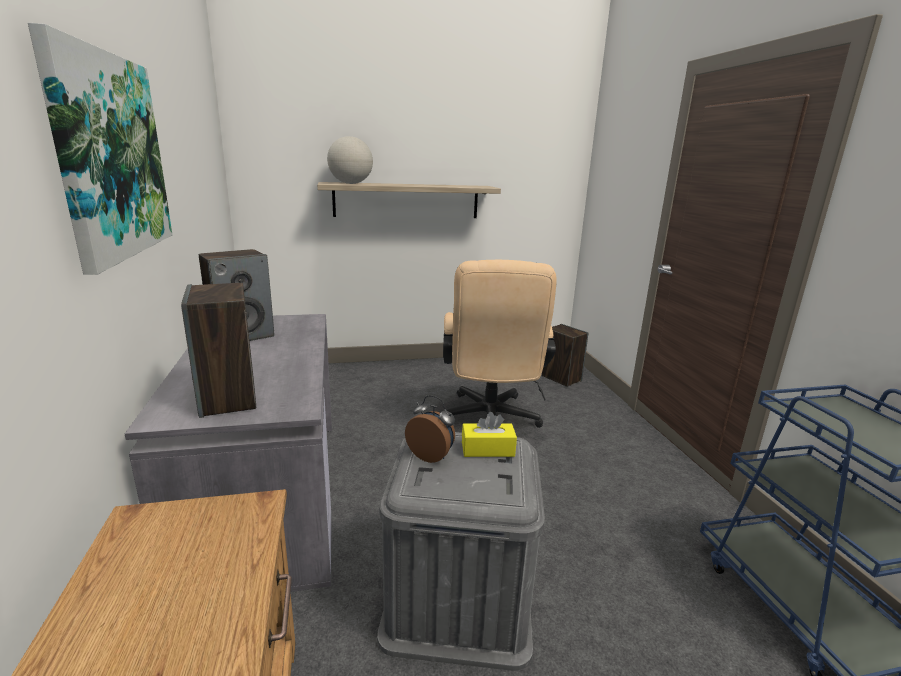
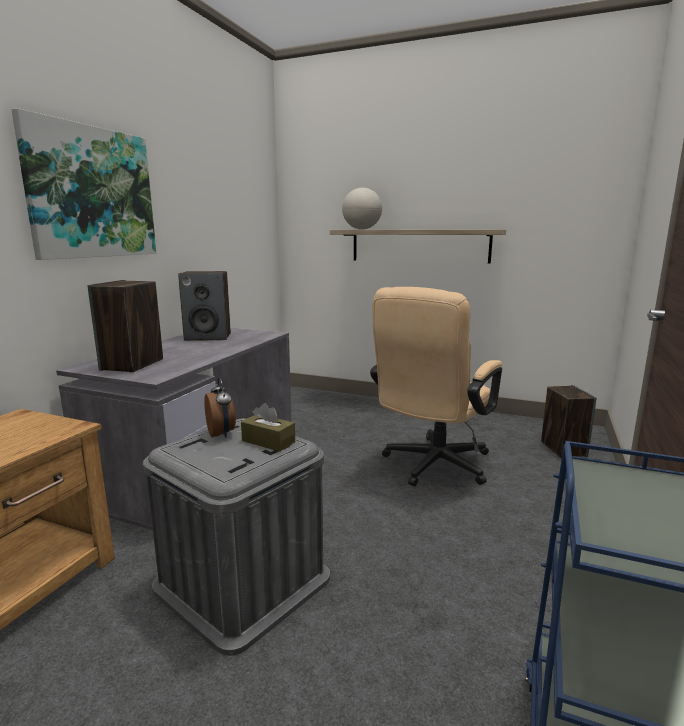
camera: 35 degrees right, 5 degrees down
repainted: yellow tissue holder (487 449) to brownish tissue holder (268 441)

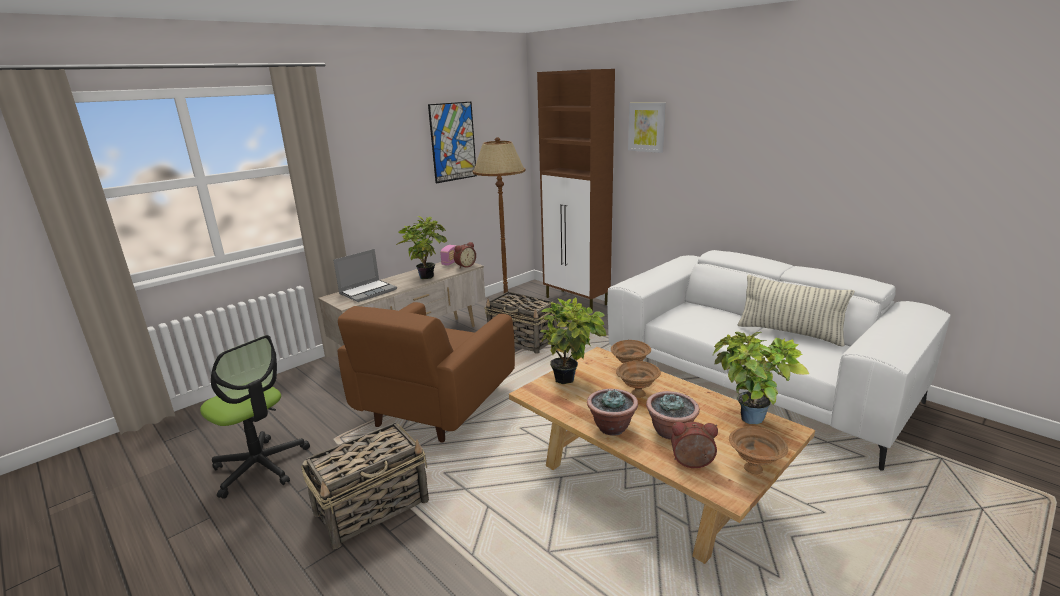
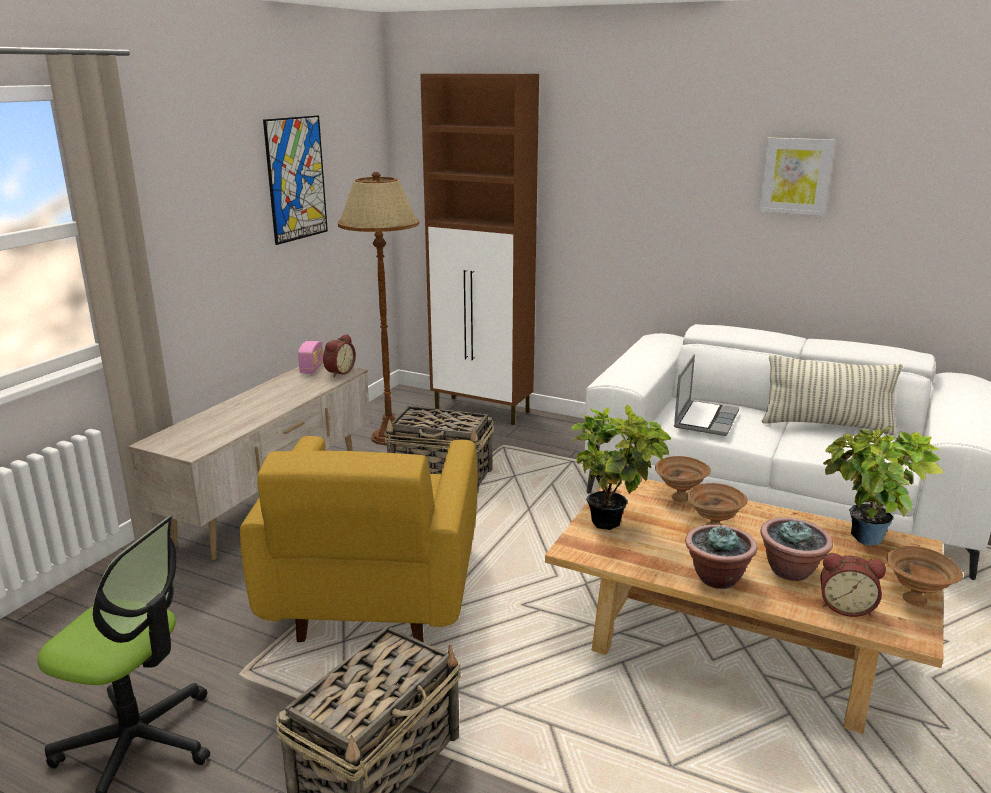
camera: 20 degrees left, 0 degrees up
gone: plant in a pot (426 276)
shifted: laptop (368 291) to (705 419); picture (647 127) to (796 176)
repainted: brownish lounge chair (435 407) to yellow lounge chair (374 596)
rotated: table clock (692 463) = (845 606) 150 degrees counterclockwise

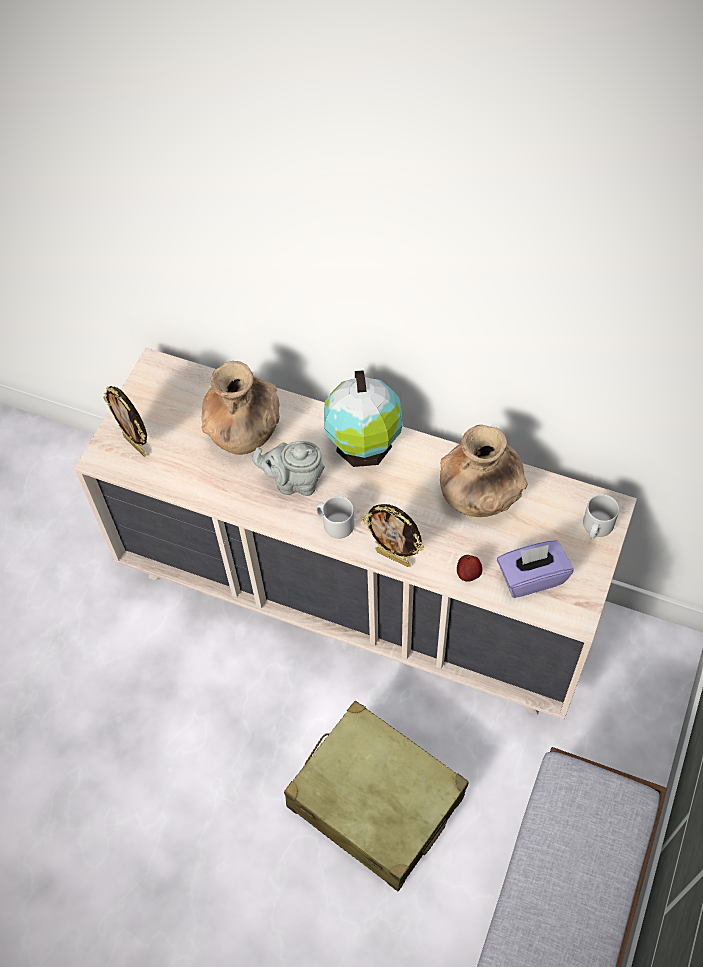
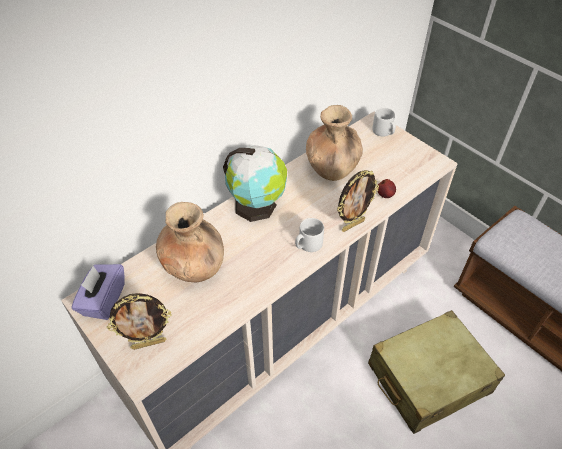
camera: 65 degrees left, 10 degrees down
gone: grey pot for tea (294 482)
shifted: purplish tissue holder (531 577) to (103 300)

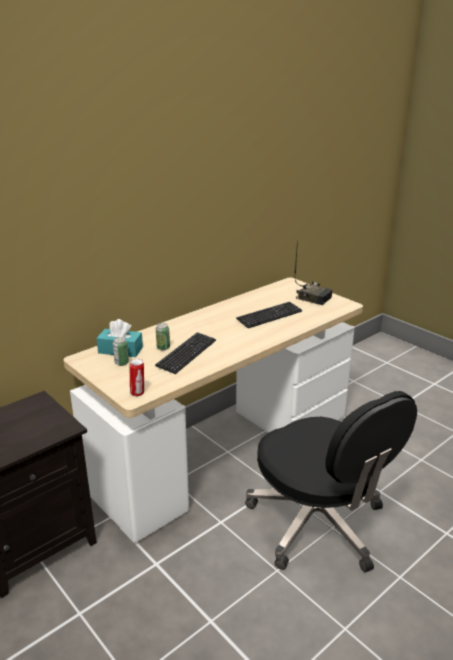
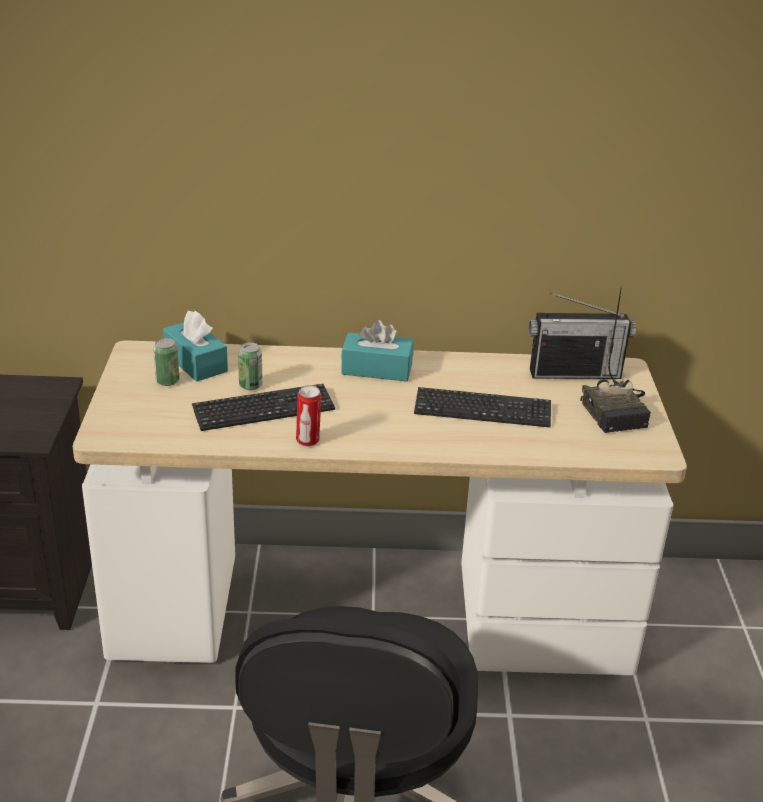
camera: 40 degrees right, 5 degrees up
new: turquoise-coloured tissue holder (377 369); radio receiver (574 373)
shifted: metal can (138 393) to (308 441)

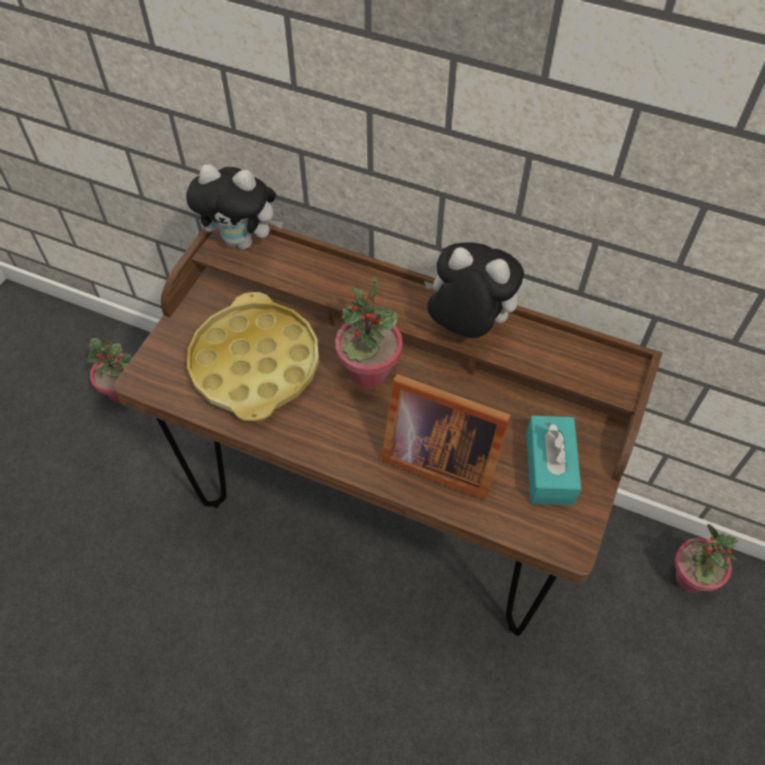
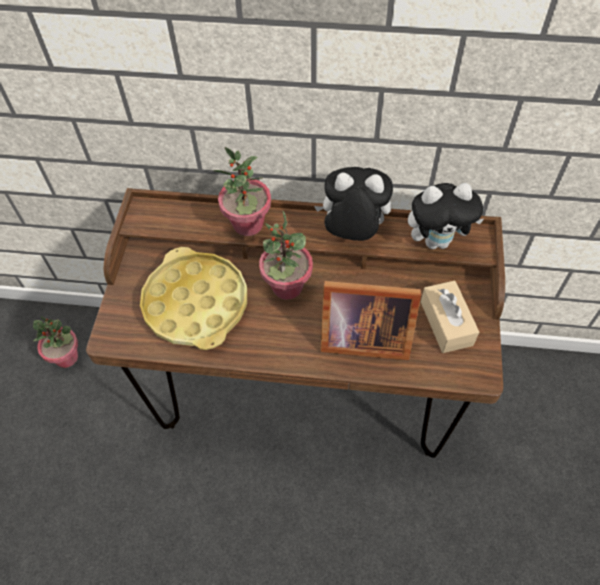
camera: 15 degrees left, 0 degrees up
shifted: soft toy (243 240) to (437 241); plant in a pot (691 578) to (248 224)
repainted: turquoise-coloured tissue holder (549 468) to beige tissue holder (446 323)

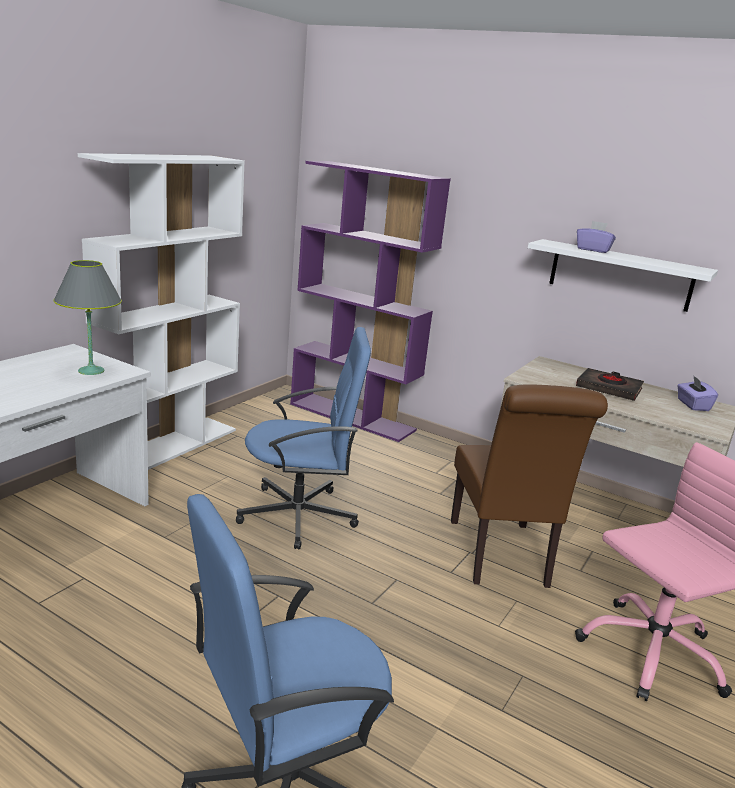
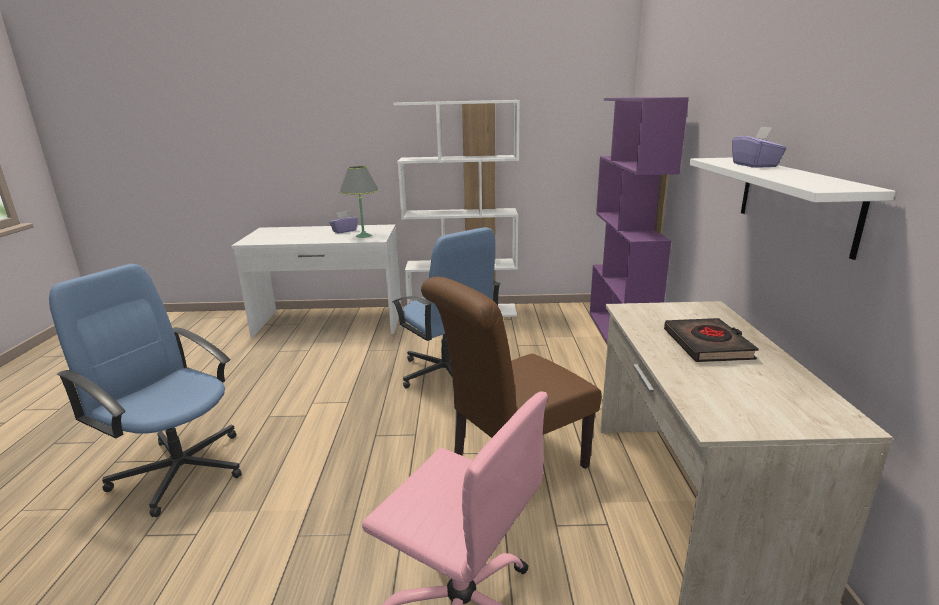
camera: 60 degrees right, 0 degrees up
shifted: purplish tissue holder (692 405) to (344 231)

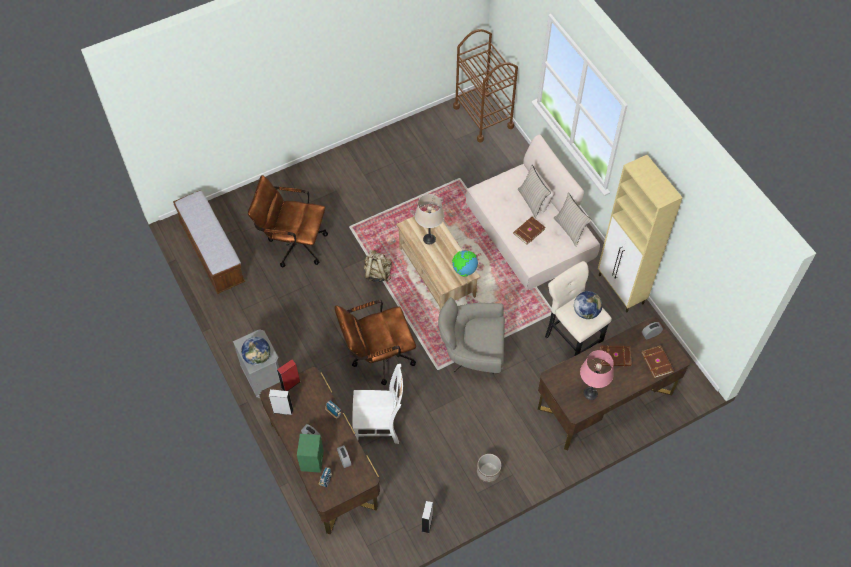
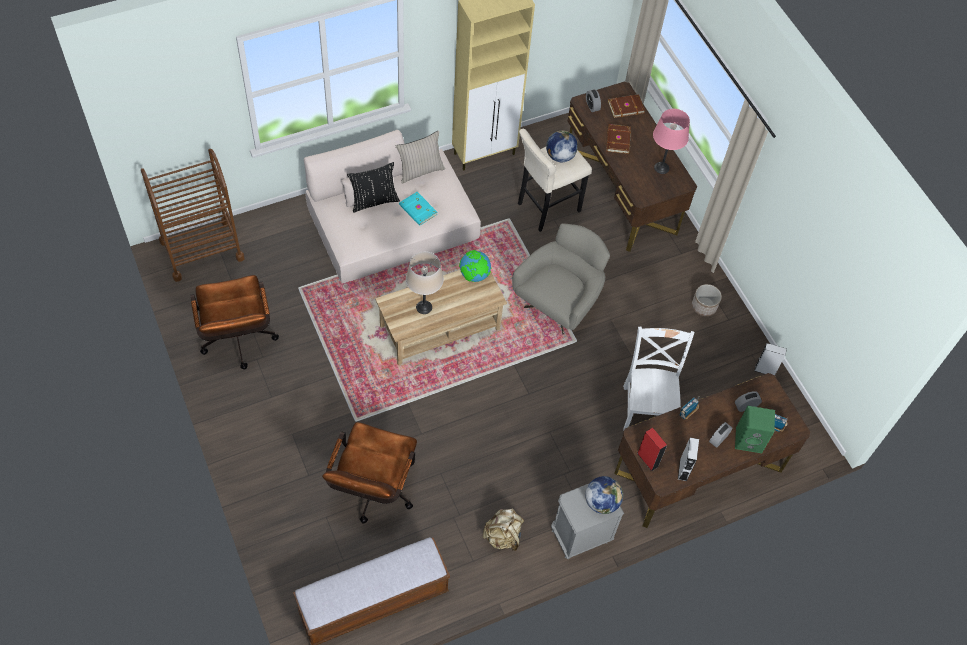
camera: 90 degrees left, 0 degrees up
shifted: brownish computer chair (377 357) to (239 343); beige backpack (377 273) to (503 536)
repainted: brownish volume (528 231) to turquoise-coloured volume (417 210); beige throw pillow (532 201) to blackish throw pillow (374 201)
rotated: grey lounge chair (472 354) = (558 304) 150 degrees counterclockwise

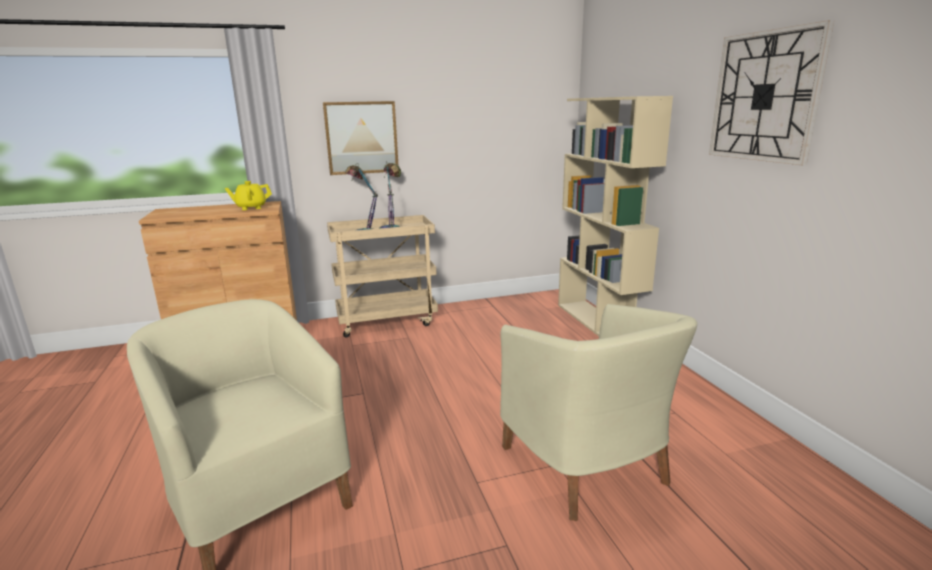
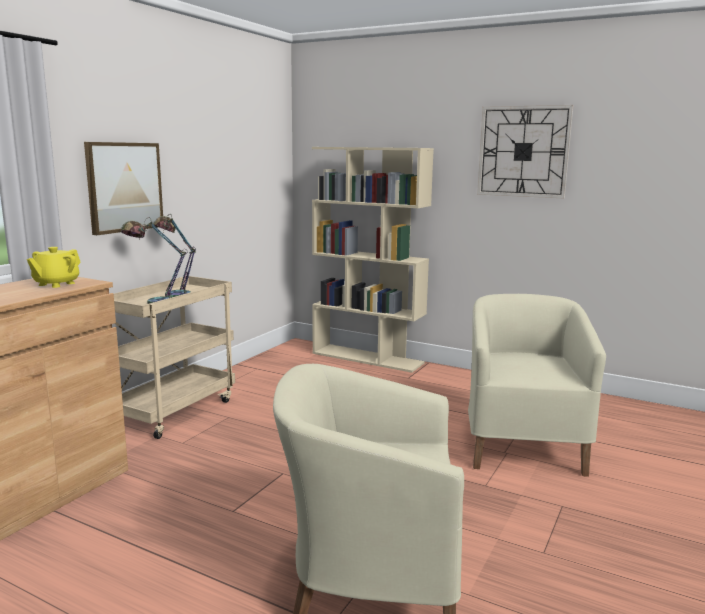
camera: 45 degrees left, 5 degrees down
rotated: beige lounge chair (587 466) = (522 446) 105 degrees counterclockwise

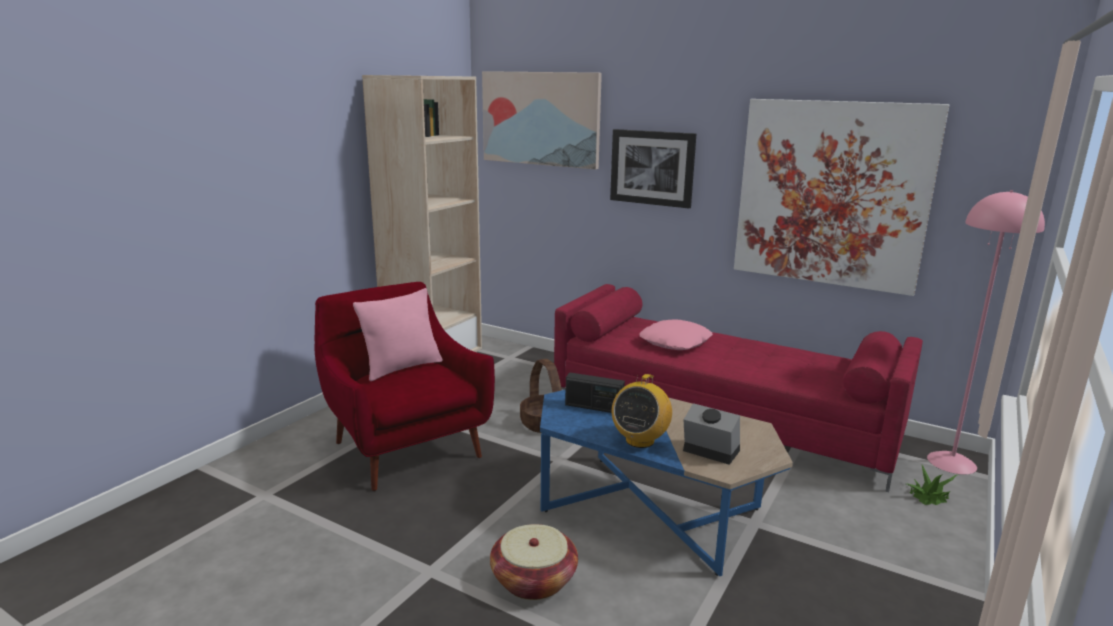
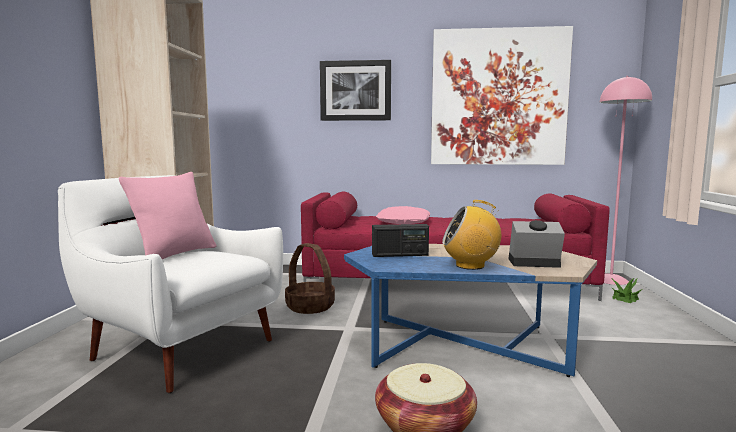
camera: 25 degrees left, 10 degrees down
gone: picture (541 118)
repainted: reddish lounge chair (405 446) to white lounge chair (179 348)
rotated: radio receiver (640 440) = (470 266) 90 degrees clockwise

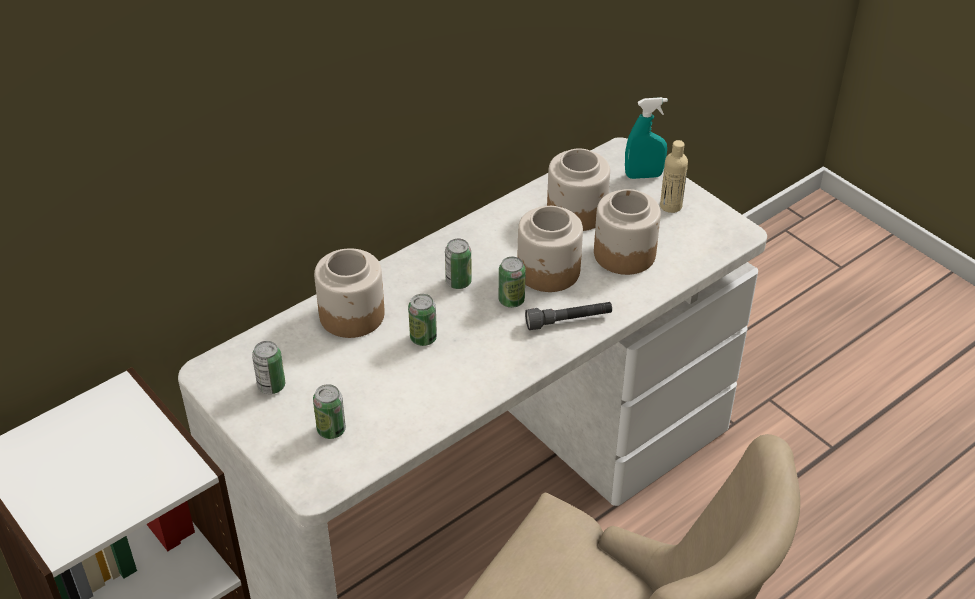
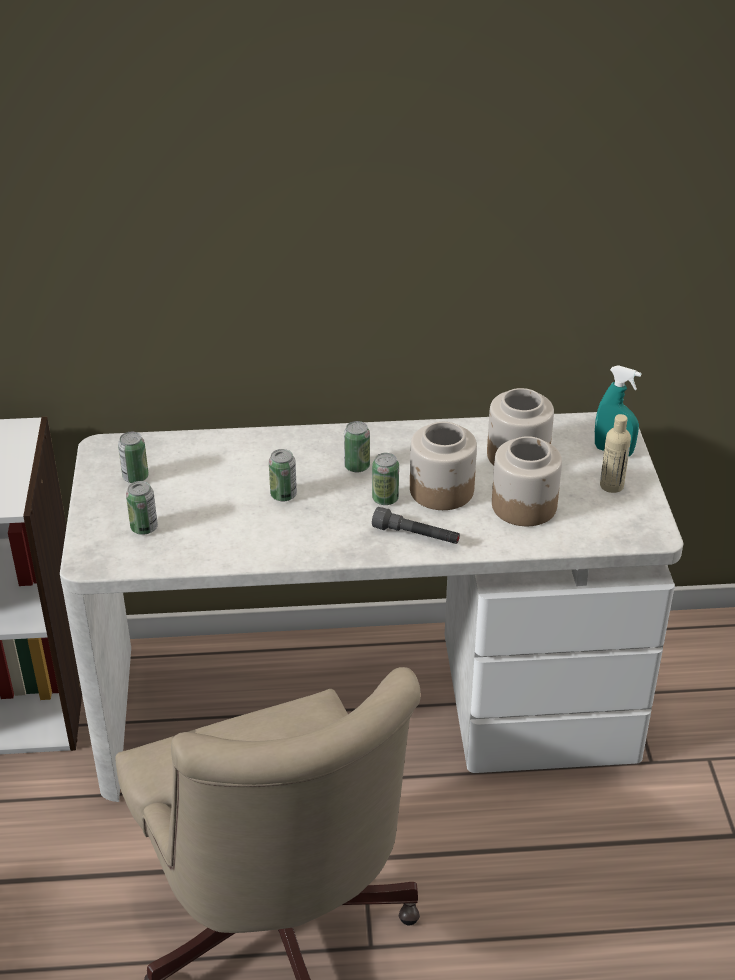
camera: 35 degrees right, 5 degrees down
gone: storage jar (352 315)

